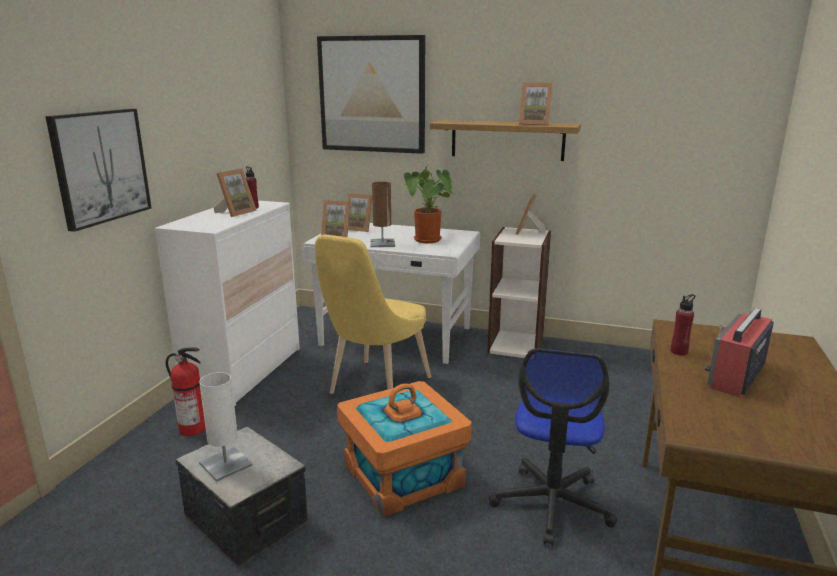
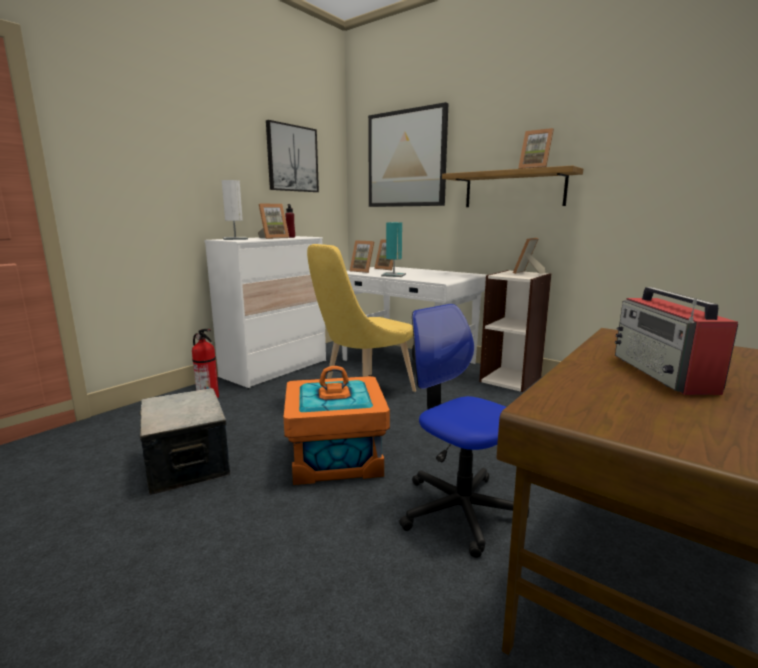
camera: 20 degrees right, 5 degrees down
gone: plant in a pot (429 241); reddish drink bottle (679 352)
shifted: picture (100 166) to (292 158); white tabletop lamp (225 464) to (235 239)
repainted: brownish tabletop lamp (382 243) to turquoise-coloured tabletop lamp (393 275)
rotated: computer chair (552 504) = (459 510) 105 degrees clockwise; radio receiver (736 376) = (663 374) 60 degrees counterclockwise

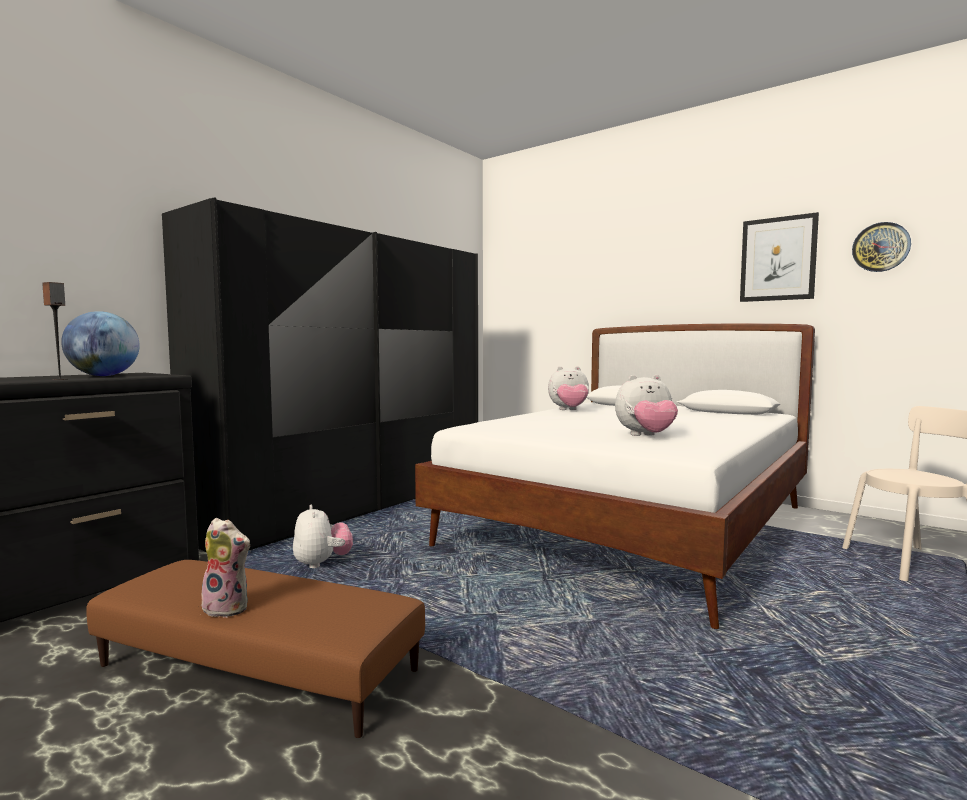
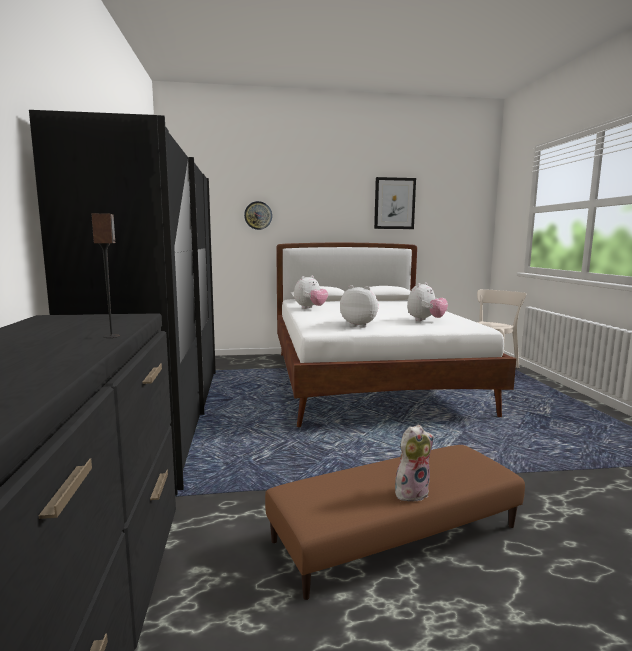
camera: 45 degrees left, 5 degrees up
gone: desk globe (103 376)
shifted: soft toy (322 563) to (360 325); hanging clock (881 247) to (258 215)

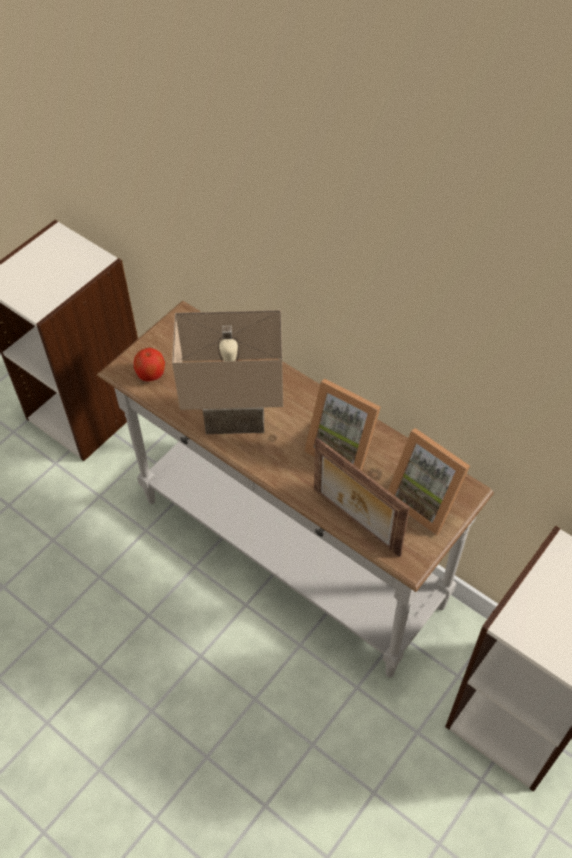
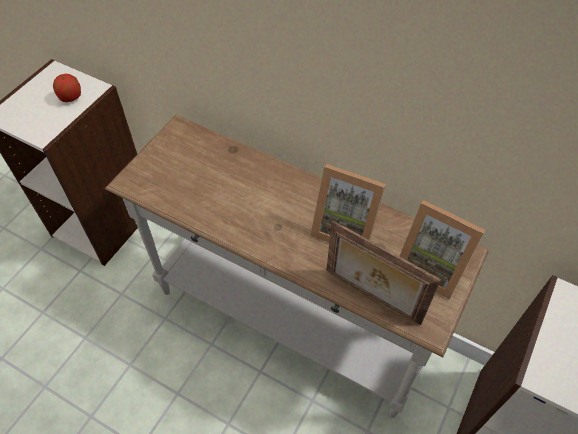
camera: 10 degrees left, 0 degrees up
gone: beige tabletop lamp (236 416)
shifted: apple (151 374) to (71 98)

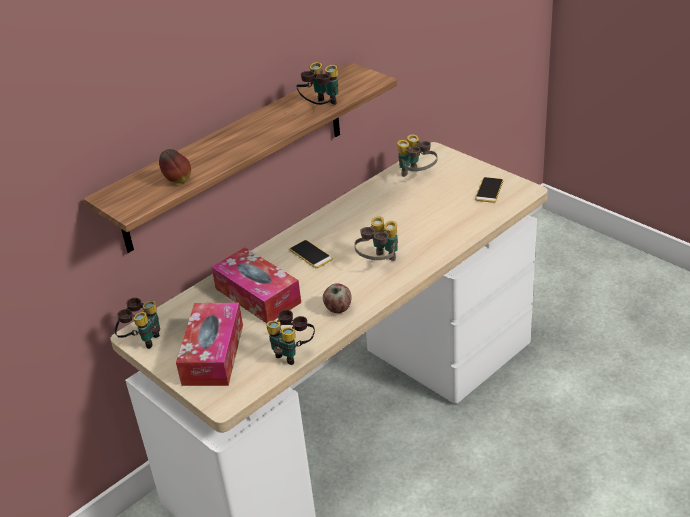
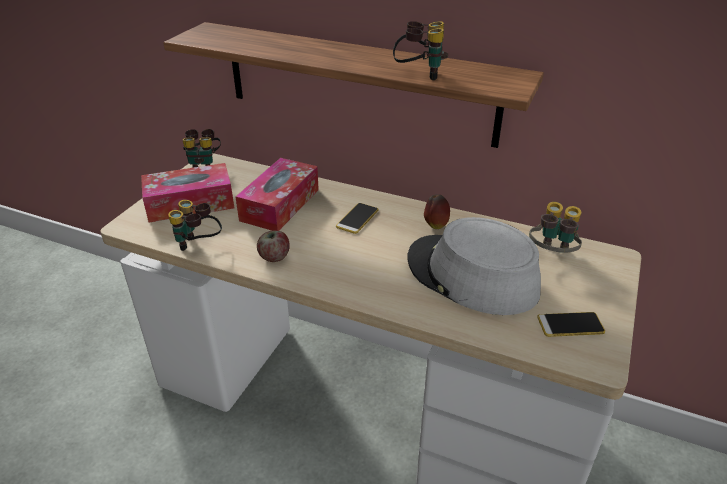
camera: 65 degrees right, 0 degrees up
gone: pair of binoculars (379 263)
new: grey hat (471 275)
shifted: apple (177 181) to (435 225)

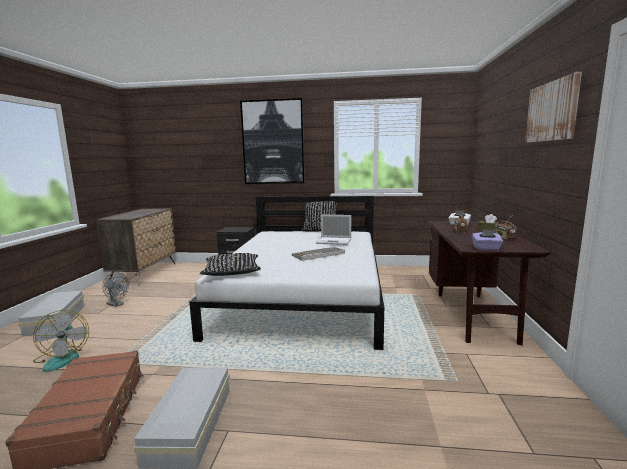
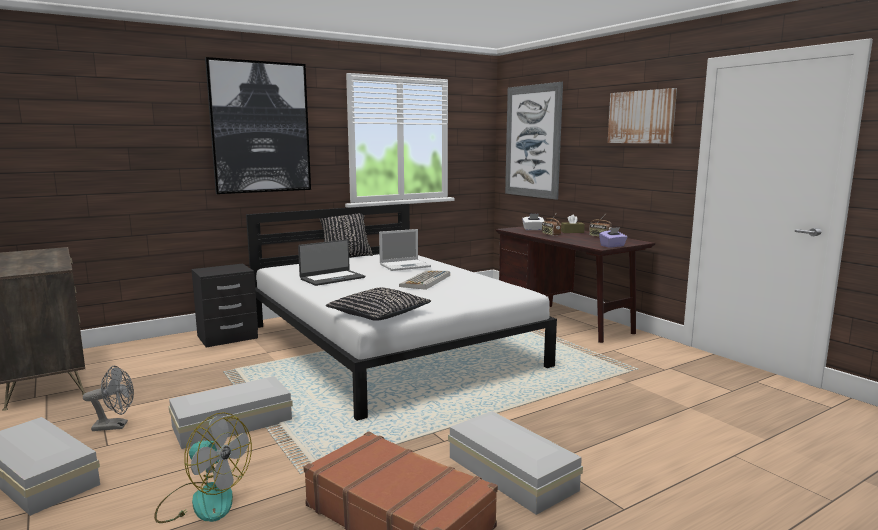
camera: 40 degrees left, 0 degrees up
new: white storage box (234 423); laptop (332 278); picture (532 141)

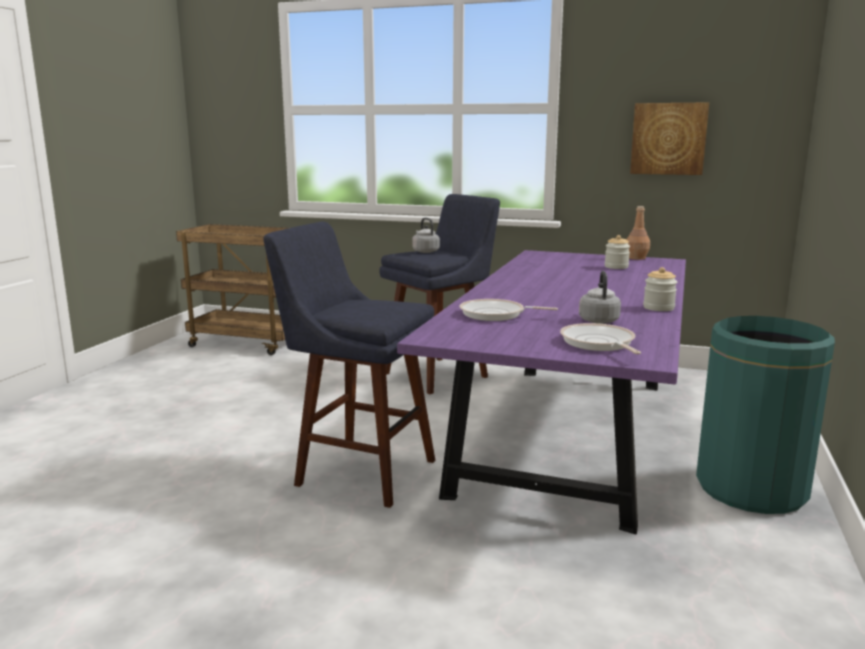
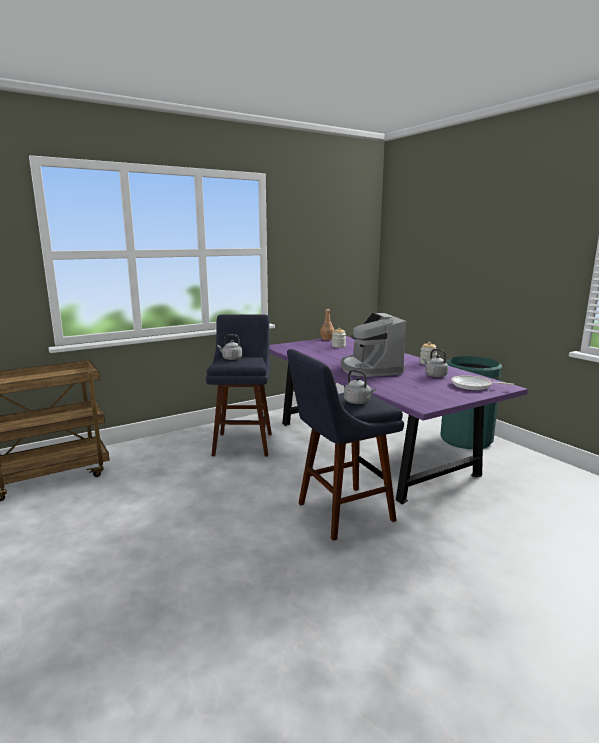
camera: 50 degrees left, 0 degrees up
gone: skillet (496 314); picture (668 139)
new: coffee machine (370 369); grey kettle (358 402)

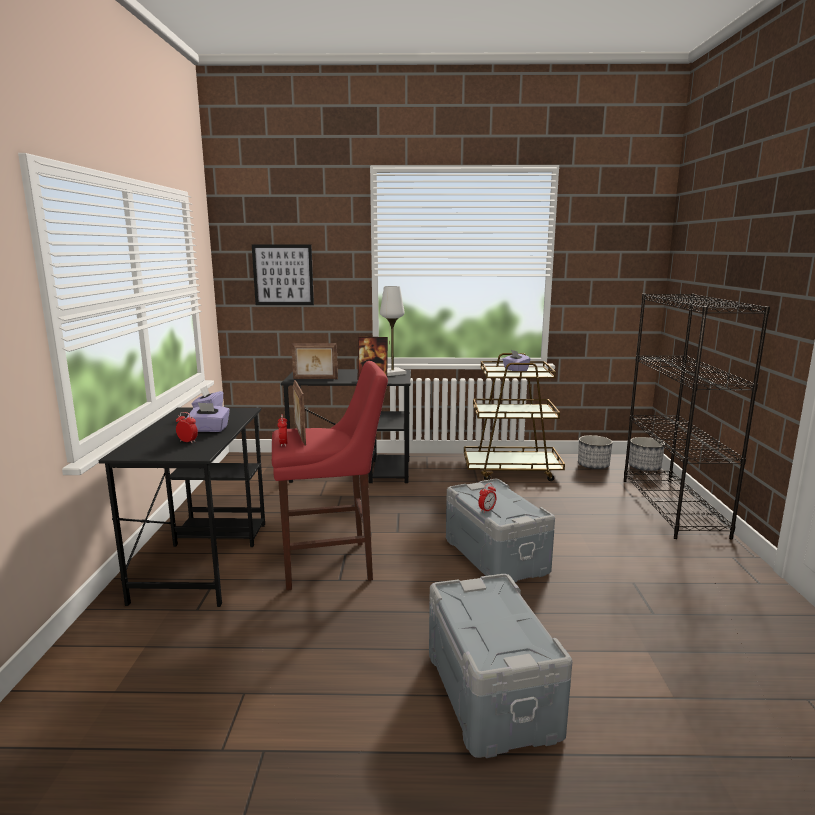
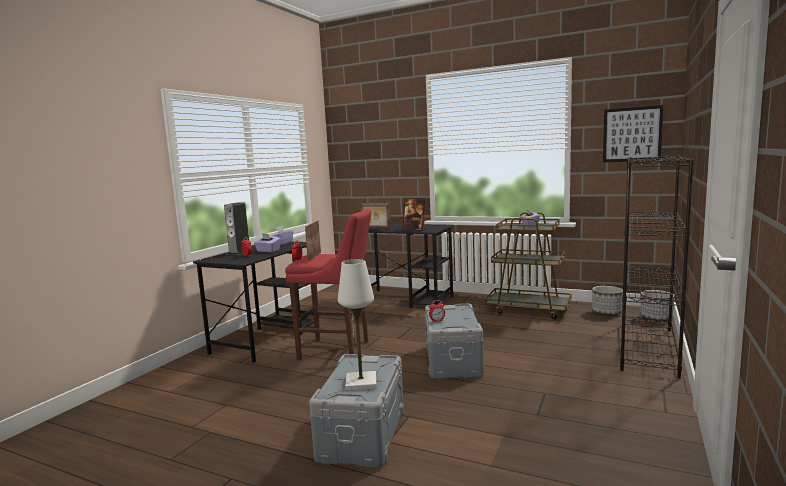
camera: 25 degrees right, 5 degrees down
new: speaker (239 252)
shifted: picture (283 275) to (632 134); white tabletop lamp (392 373) to (361 383)

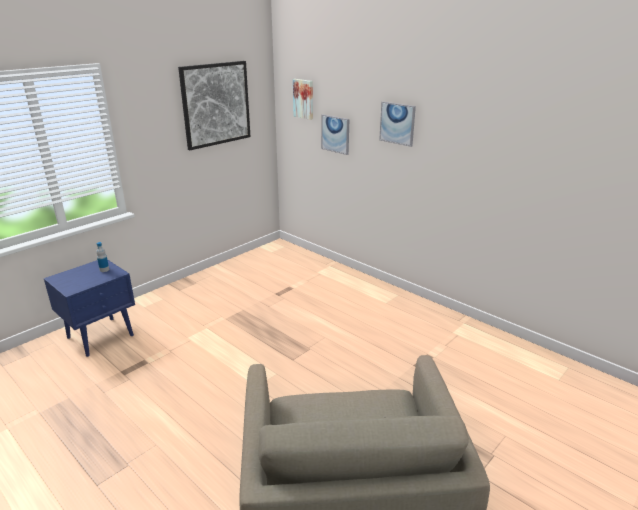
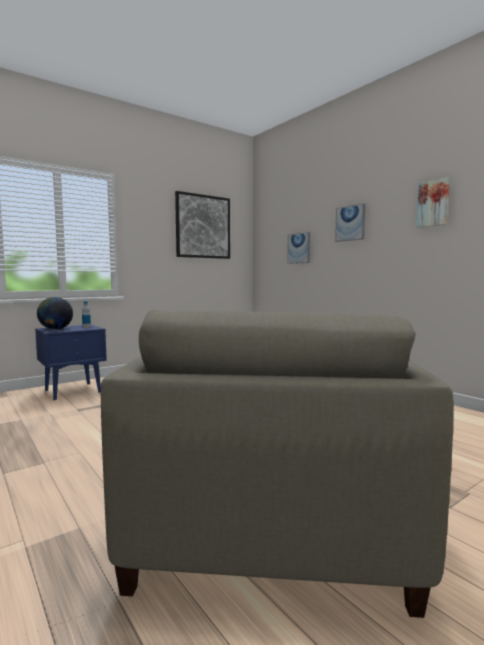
camera: 10 degrees right, 20 degrees down
new: desk globe (55 329)
shifted: picture (304 99) to (433 203)

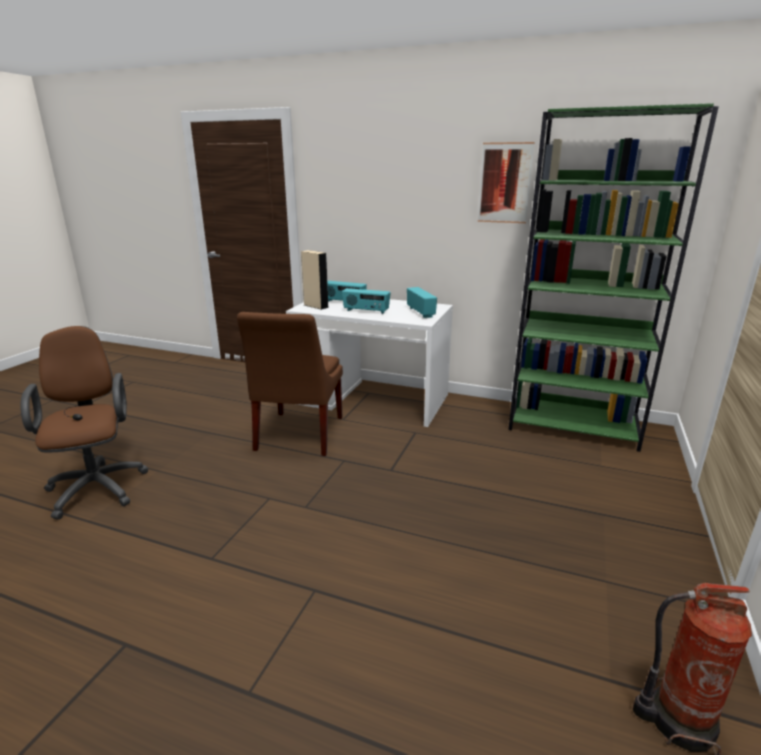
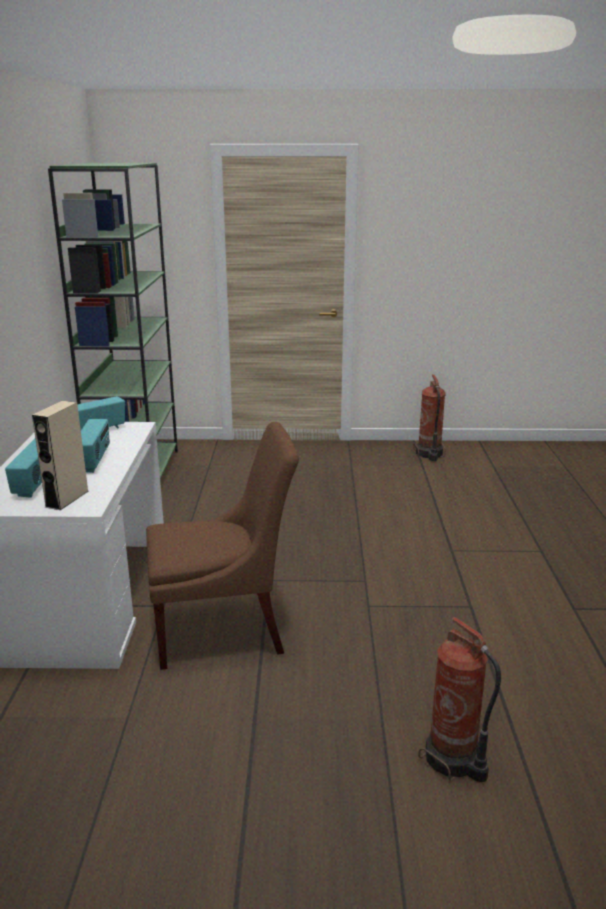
camera: 110 degrees left, 0 degrees up
gone: picture (504 183)
swapped: brownish computer chair (98 485) to fire extinguisher (453 760)

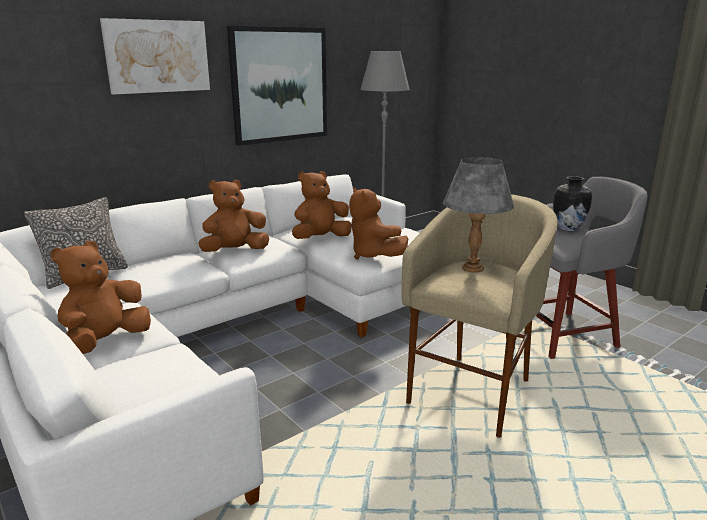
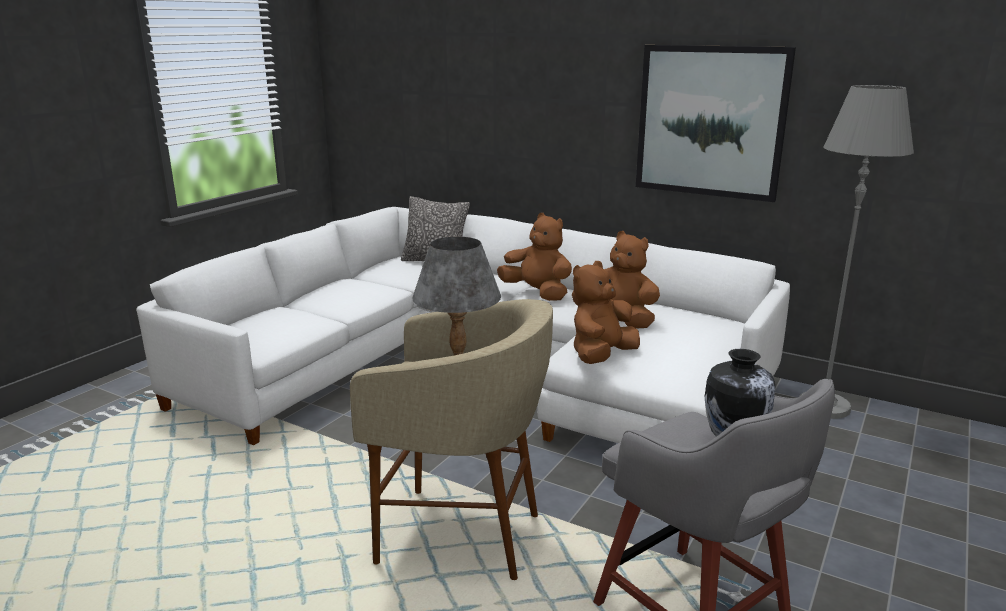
camera: 70 degrees right, 0 degrees up
gone: brownish soft toy (105 343); picture (157 56)

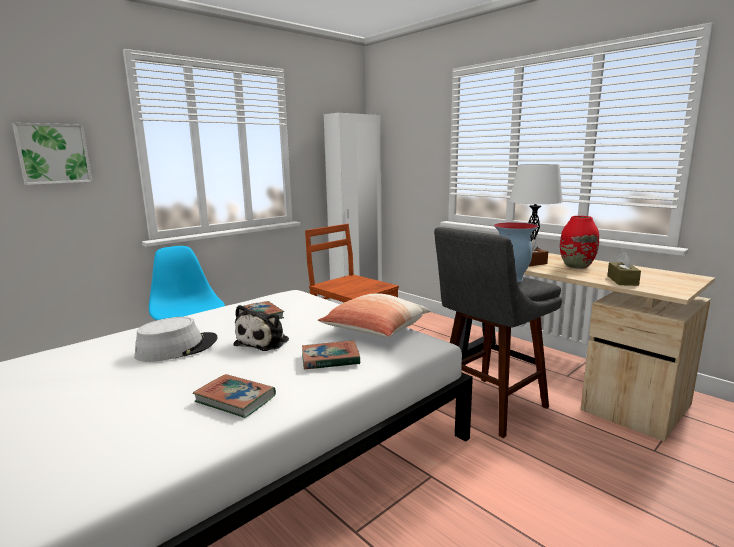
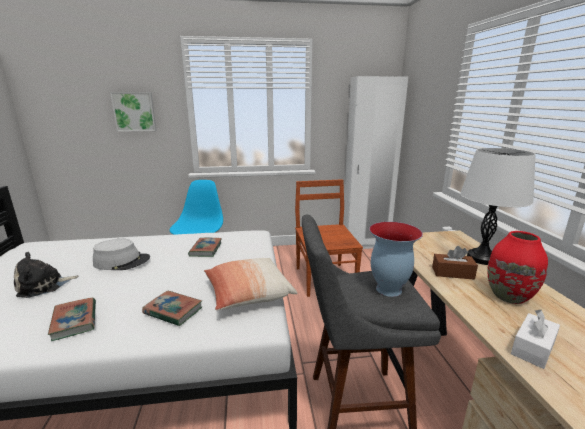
camera: 35 degrees right, 5 degrees up
shifted: soft toy (264 341) to (44 286)
repainted: brownish tissue holder (622 280) to white tissue holder (533 348)

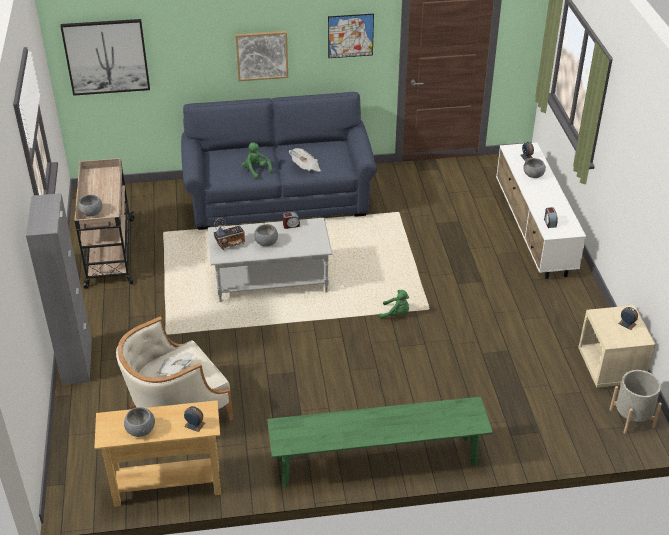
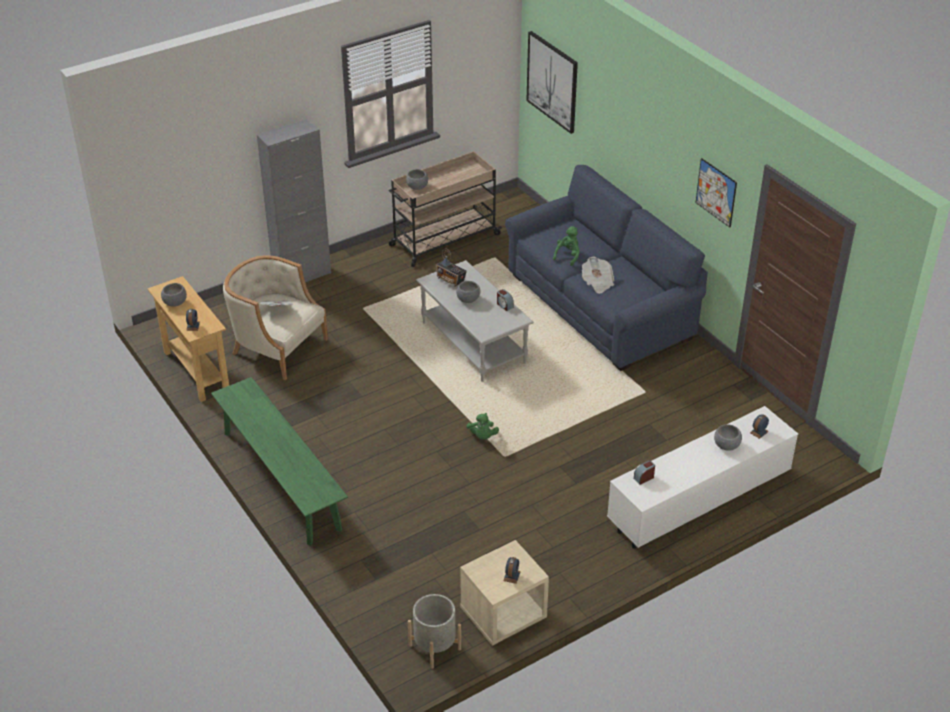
camera: 65 degrees right, 0 degrees up
gone: picture (262 55)

